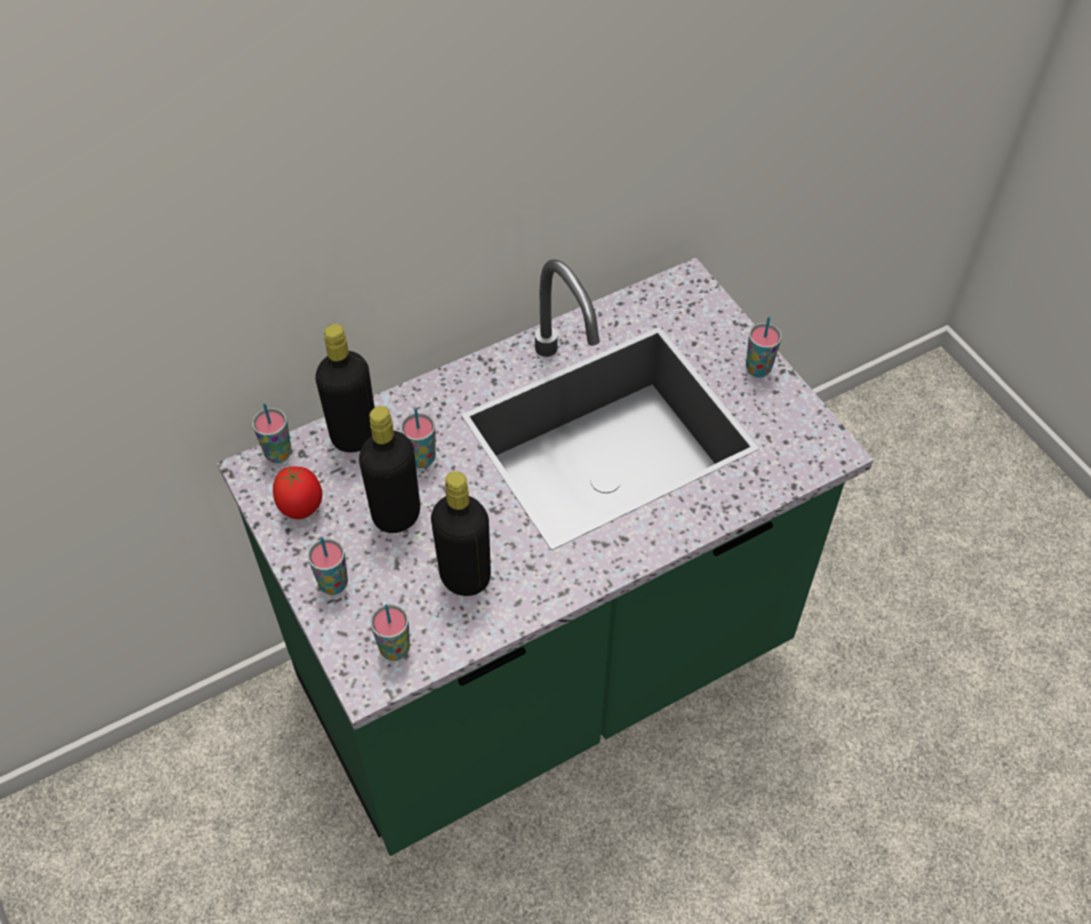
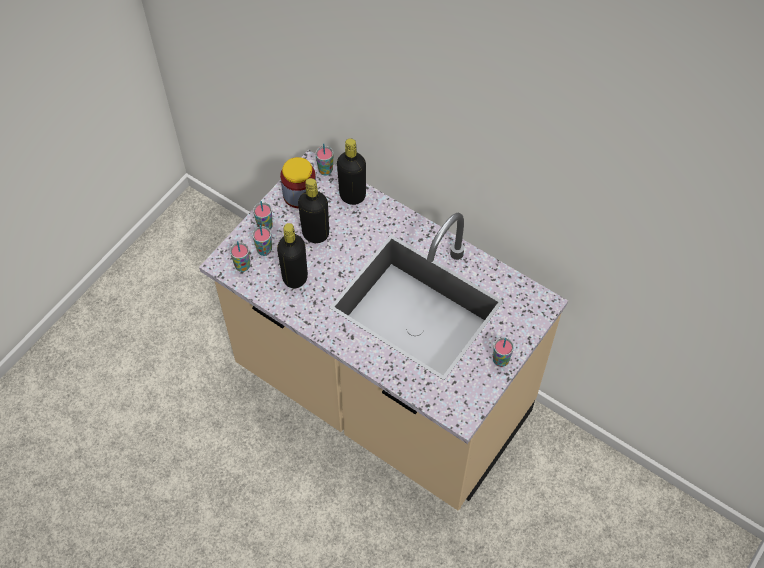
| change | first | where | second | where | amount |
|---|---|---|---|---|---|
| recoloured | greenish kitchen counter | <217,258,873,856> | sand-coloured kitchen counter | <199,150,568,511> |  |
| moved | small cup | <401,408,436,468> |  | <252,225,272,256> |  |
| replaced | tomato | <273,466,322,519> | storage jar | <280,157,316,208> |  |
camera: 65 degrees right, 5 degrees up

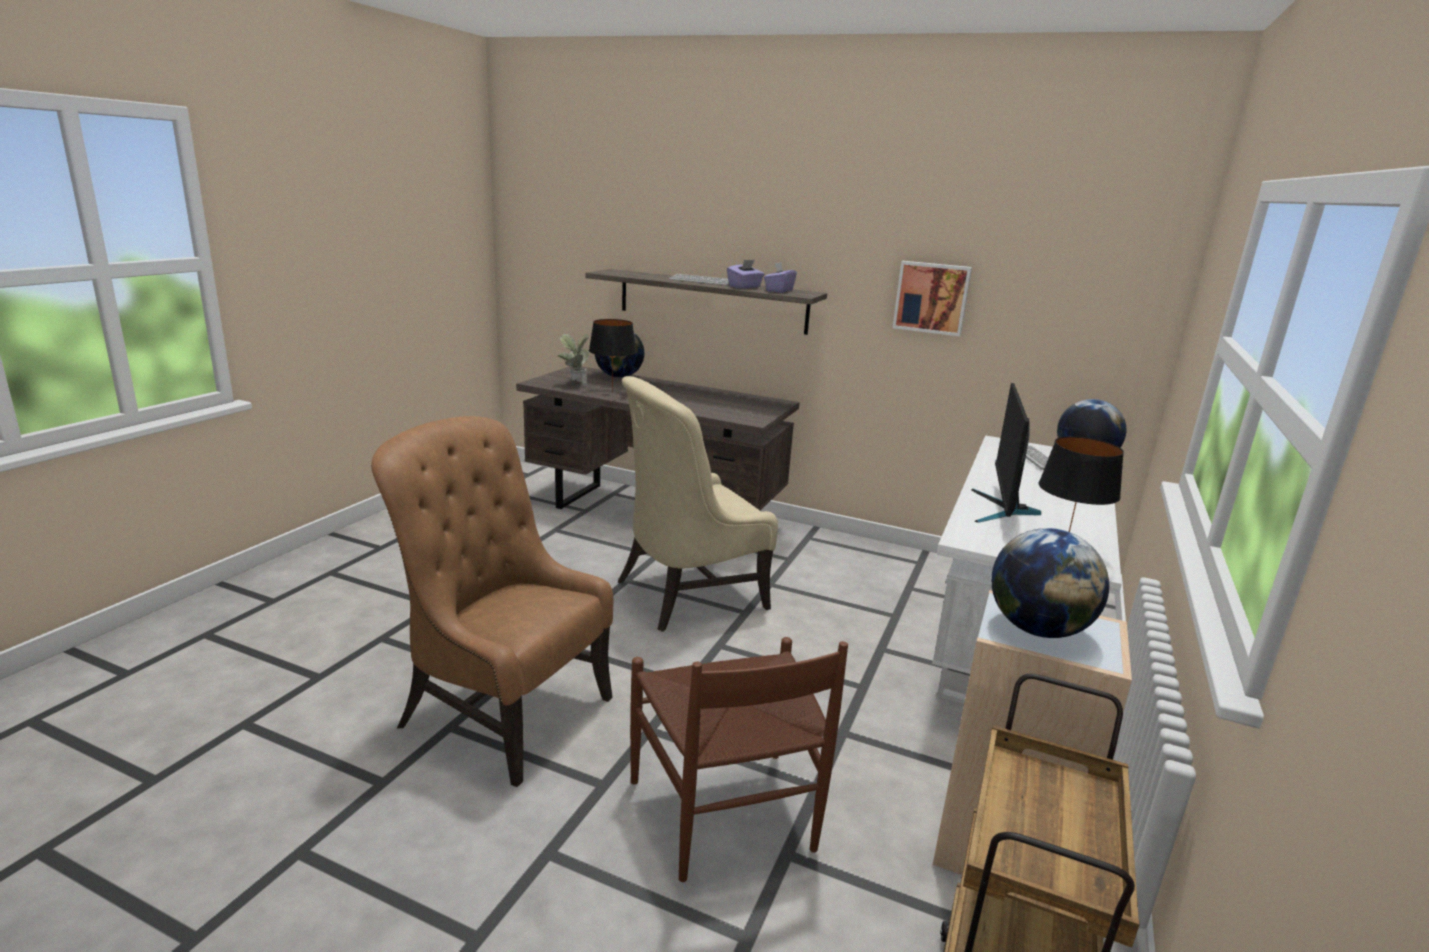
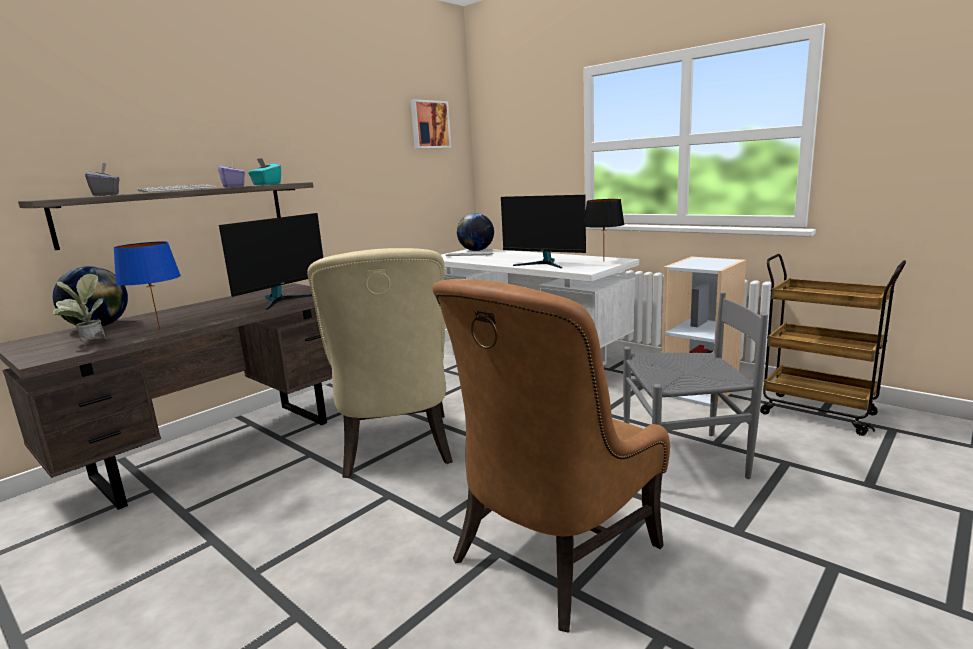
| change | first | where | second | where | amount |
|---|---|---|---|---|---|
| moved | wall art | <893,261,972,336> |  | <410,99,451,149> |  |
| recoloured | purple-coloured box of tissues | <764,262,797,293> | turquoise box of tissues | <248,158,281,185> |  |
| recoloured | black-coloured lamp for a table | <589,319,636,393> | blue lamp for a table | <113,241,181,330> |  |
| removed | globe | <991,528,1109,638> |  |  |  |
| recoloured | brown chair | <630,637,848,882> | gray chair | <623,292,768,479> |  |
| added |  |  | gray box of tissues | <85,163,119,196> |  |
| added |  |  | computer display | <219,213,323,310> |  |
camera: 70 degrees left, 5 degrees down

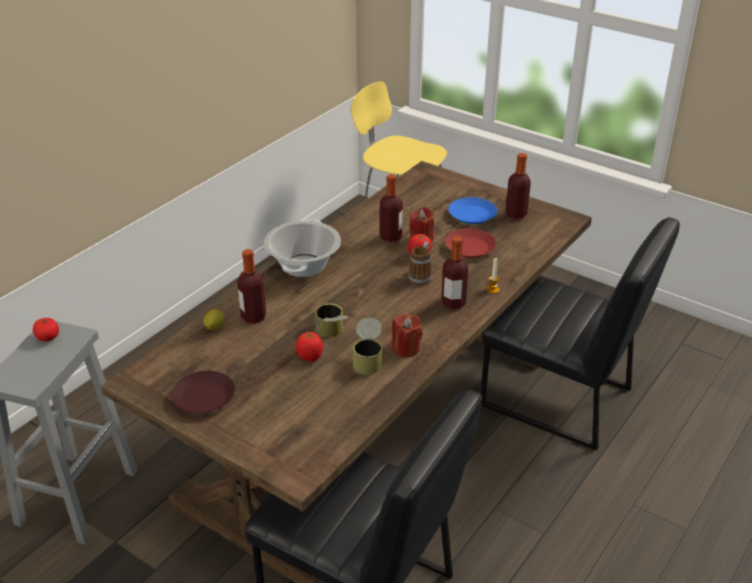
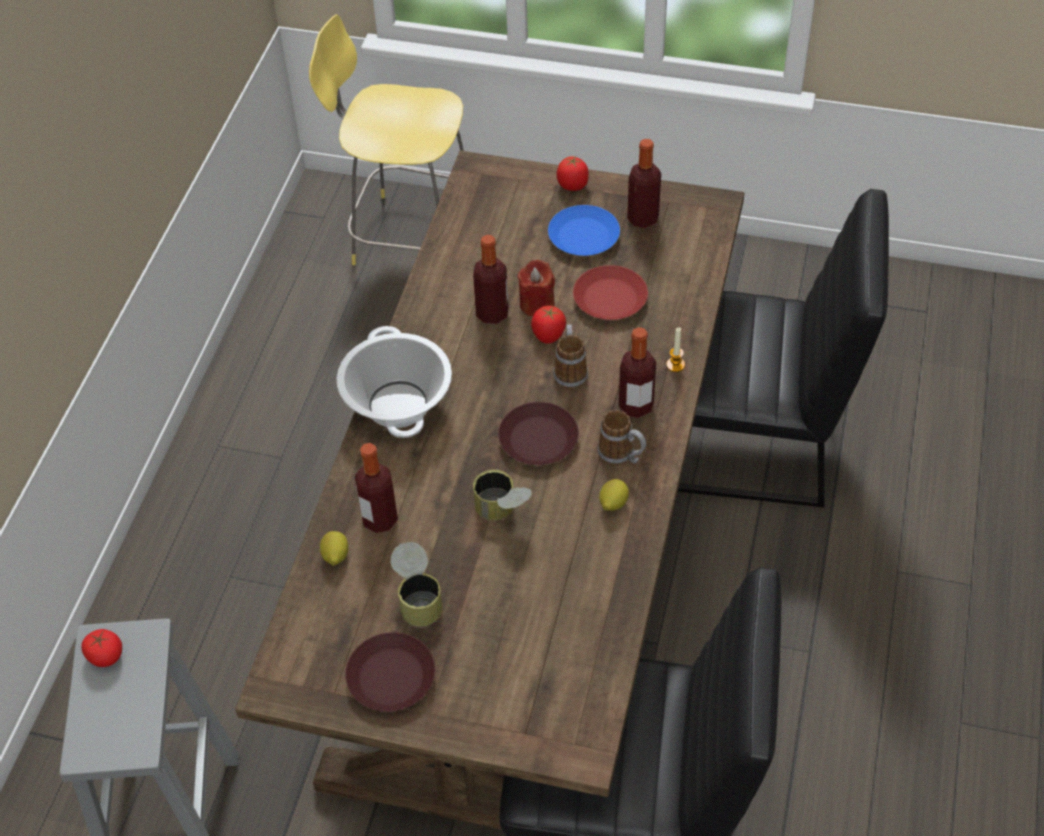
| change | first | where | second | where | amount |
|---|---|---|---|---|---|
| replaced | red-coloured candle | <392,314,423,357> | lemon | <599,479,629,511> |  |
| moved | metal can | <353,317,382,375> |  | <390,542,443,627> |  |
| moved | tomato | <296,332,323,361> |  | <557,156,589,191> |  |
| added |  |  | brown flat dish | <498,402,579,465> |  |
| added |  |  | coffee mug | <597,410,646,465> |  |
camera: 20 degrees left, 15 degrees up

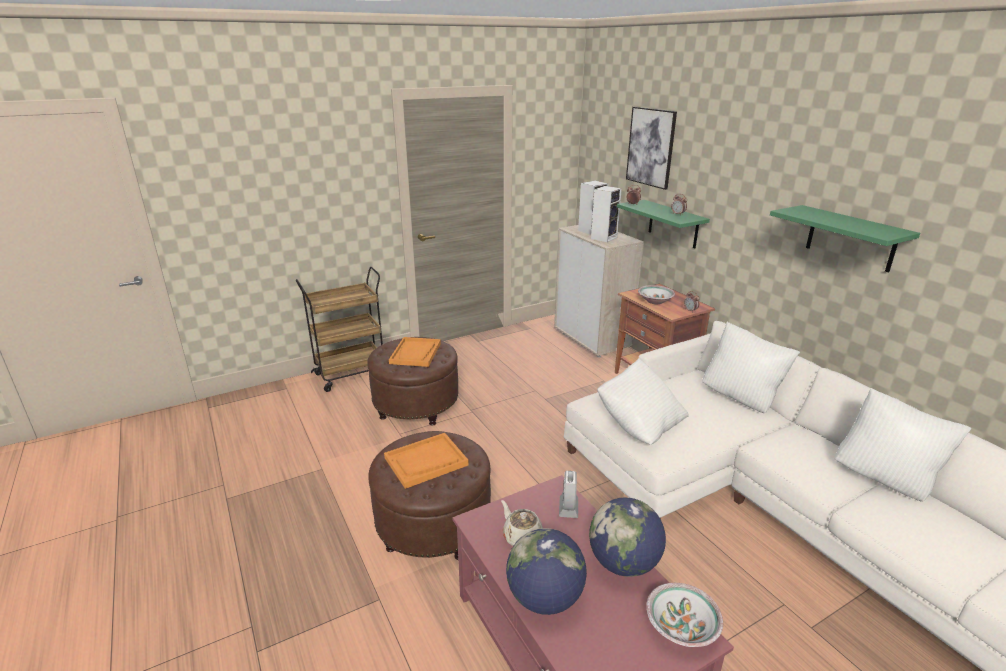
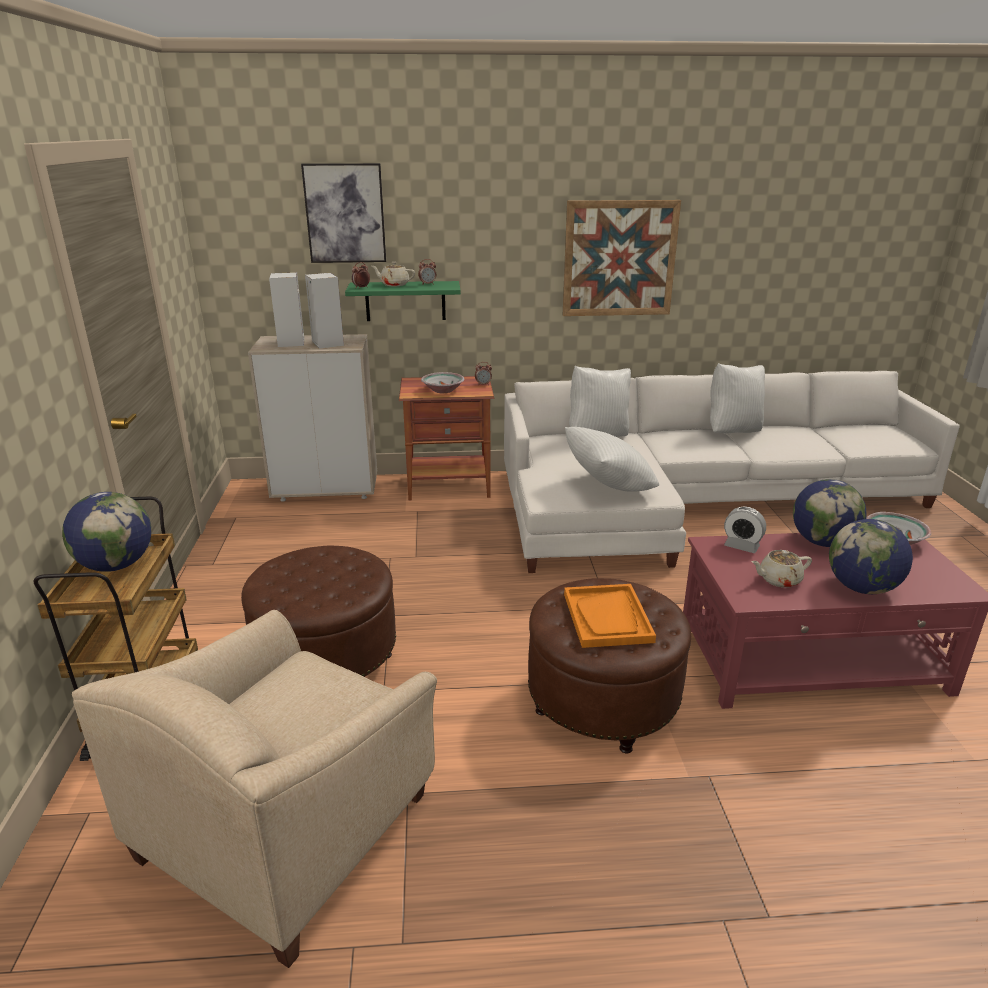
| change | first | where | second | where | amount |
|---|---|---|---|---|---|
| replaced | greenish wall shelf | <770,205,920,273> | wall art | <563,200,681,316> |  |
| removed | orange carrying tray | <389,337,441,367> |  |  |  |
| added |  |  | sand-coloured teapot | <372,262,415,286> |  |
| added |  |  | globe | <62,492,151,572> |  |
| added |  |  | sand-coloured lounge chair | <72,610,437,968> |  |
camera: 65 degrees left, 0 degrees up

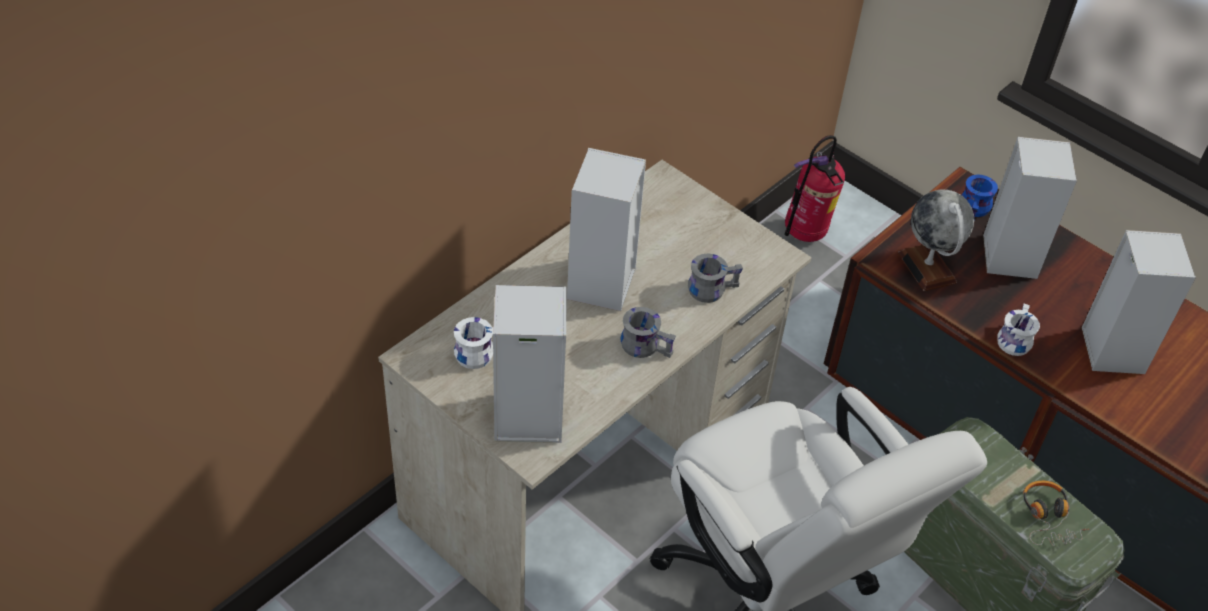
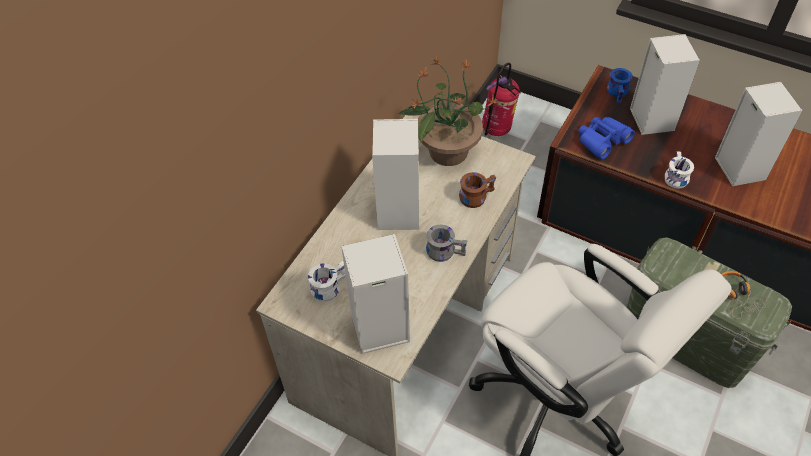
| change | first | where | second | where | amount |
|---|---|---|---|---|---|
| replaced | globe | <898,189,974,291> | blue pair of binoculars | <578,117,635,159> |  |
| recoloured | gray coffee mug | <688,253,743,303> | brown coffee mug | <459,172,496,208> |  |
| added |  |  | plant in a pot | <398,56,498,166> |  |
camera: 10 degrees left, 5 degrees up

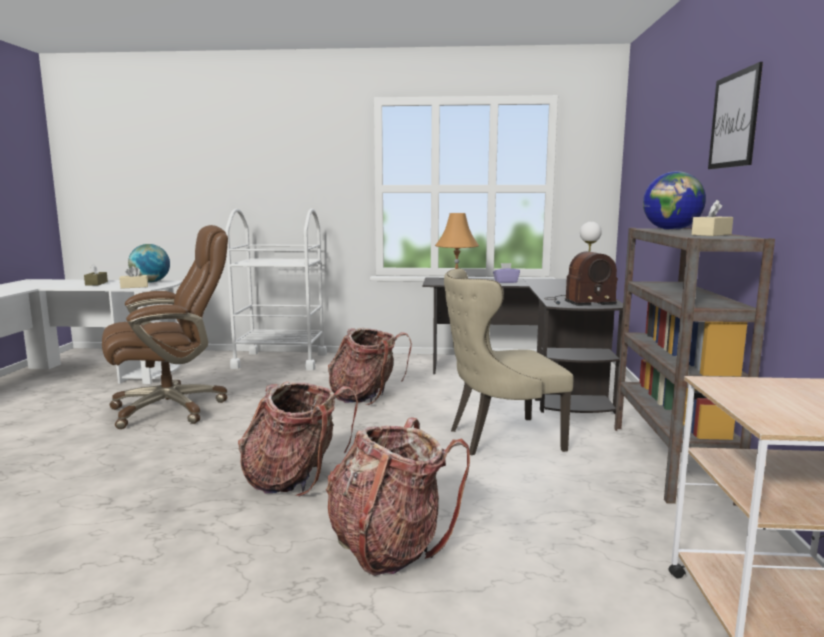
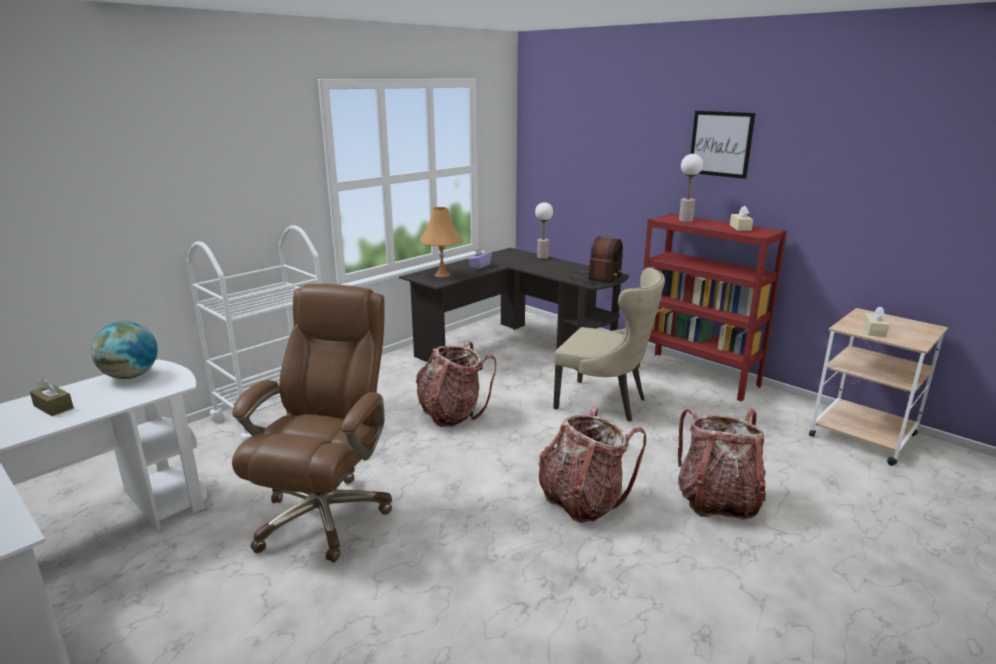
| change | first | where | second | where | amount |
|---|---|---|---|---|---|
| replaced | globe | <643,171,706,230> | lamp for a table | <679,154,703,222> |  |
| recoloured | gray bookshelf | <614,228,775,506> | red-coloured bookshelf | <638,213,787,402> |  |
| moved | sand-coloured box of tissues | <120,266,148,289> |  | <862,307,889,337> |  |
| turned | sand-coloured chair | <444,268,573,456> |  | <553,267,665,421> | 90 degrees counterclockwise |
camera: 50 degrees left, 10 degrees up

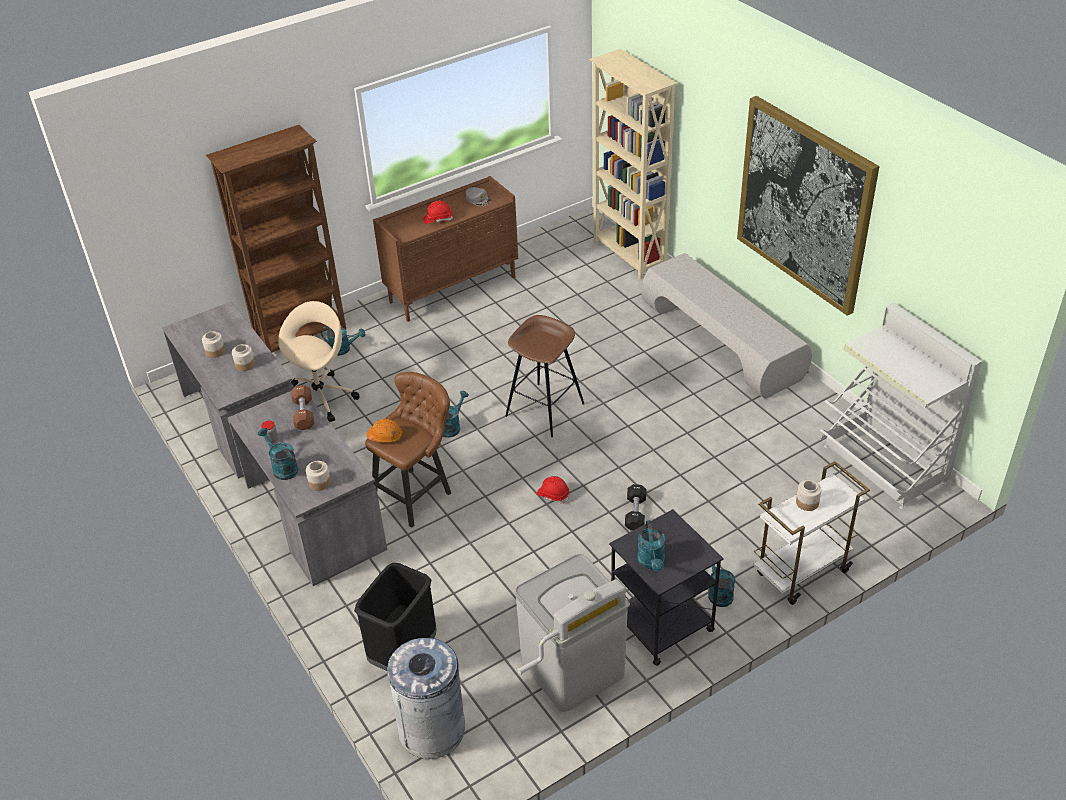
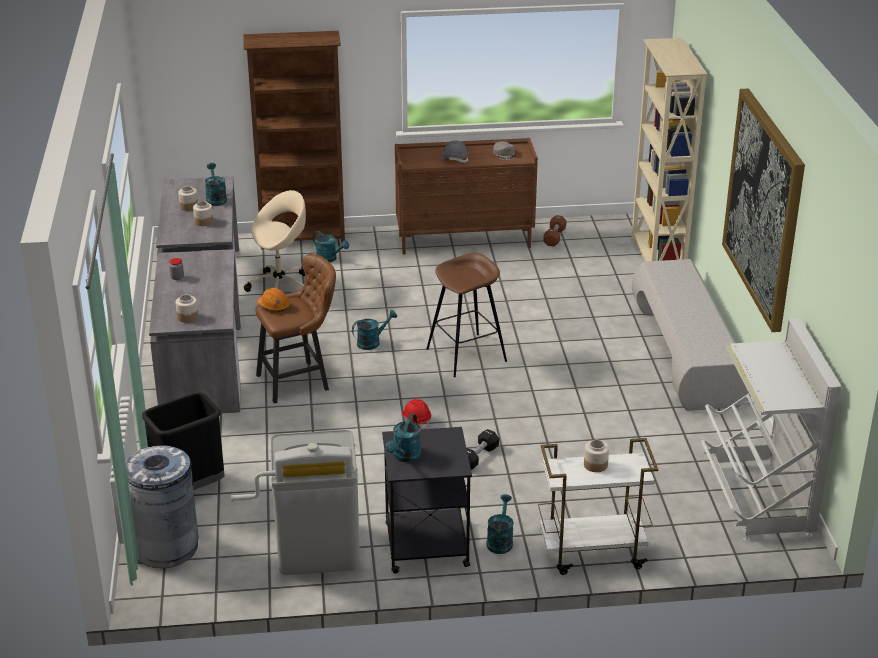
| change | first | where | second | where | amount |
|---|---|---|---|---|---|
| recoloured | red-coloured safety helmet | <423,201,453,224> | gray safety helmet | <439,140,469,163> |  |
| moved | brown dumbbell | <291,385,314,430> |  | <543,215,567,246> |  |
| moved | turquoise sprinkling can | <258,428,299,480> |  | <205,163,227,206> |  |
camera: 25 degrees right, 10 degrees down

